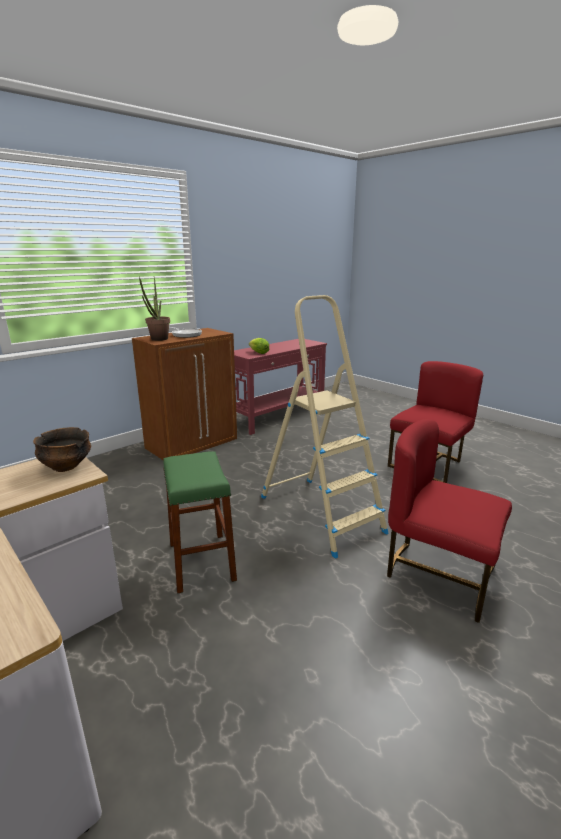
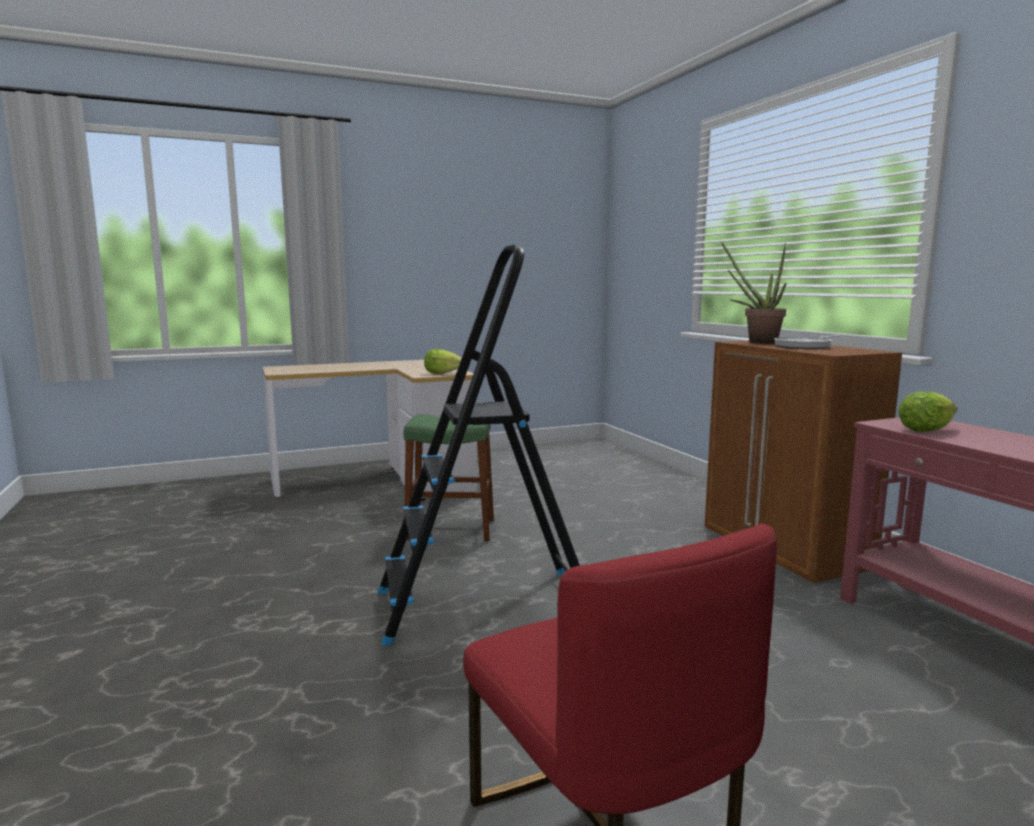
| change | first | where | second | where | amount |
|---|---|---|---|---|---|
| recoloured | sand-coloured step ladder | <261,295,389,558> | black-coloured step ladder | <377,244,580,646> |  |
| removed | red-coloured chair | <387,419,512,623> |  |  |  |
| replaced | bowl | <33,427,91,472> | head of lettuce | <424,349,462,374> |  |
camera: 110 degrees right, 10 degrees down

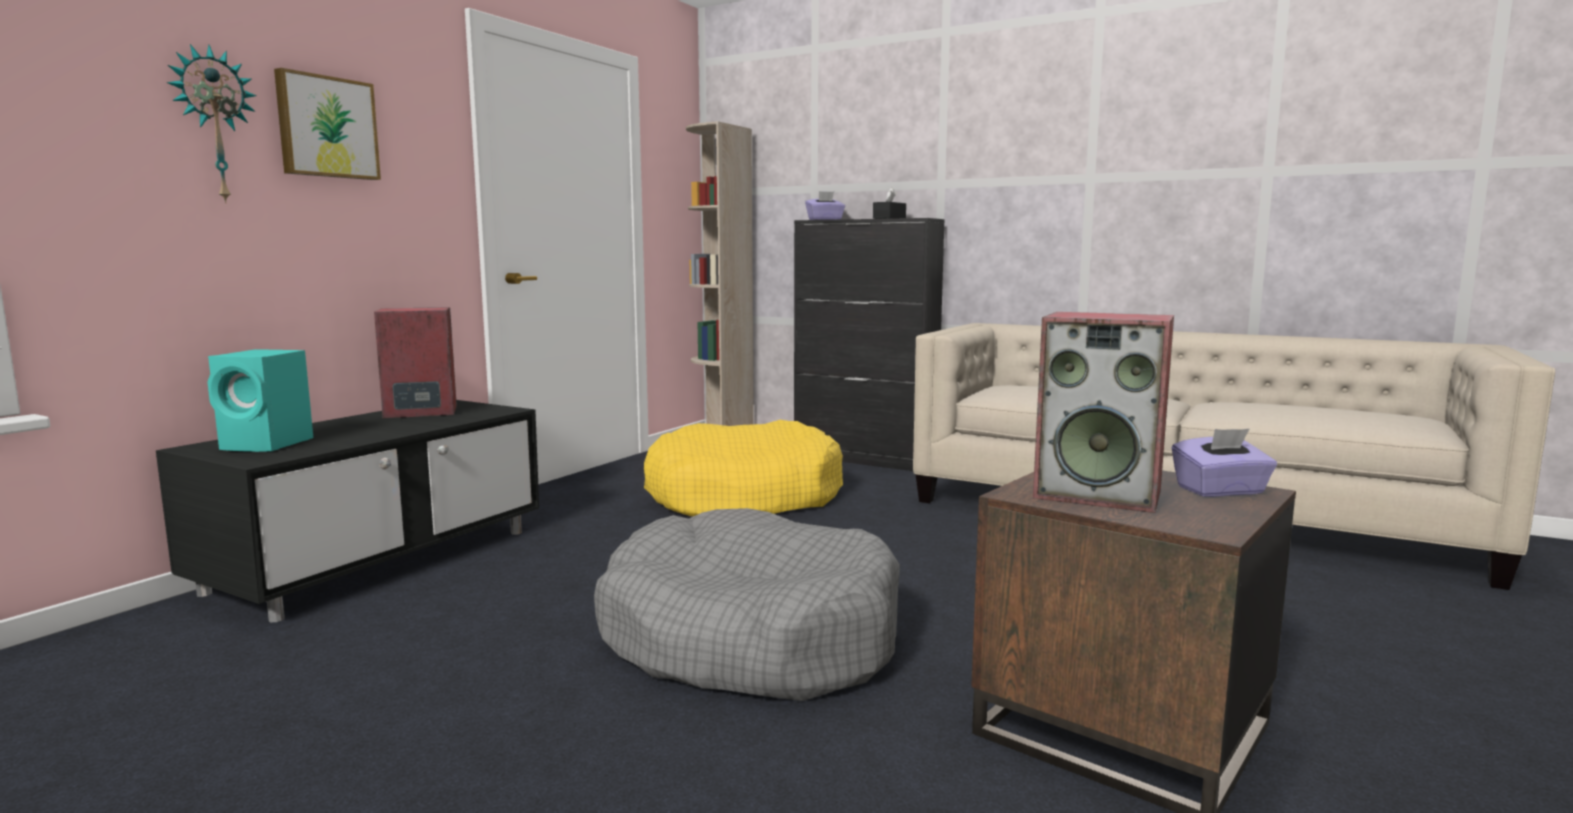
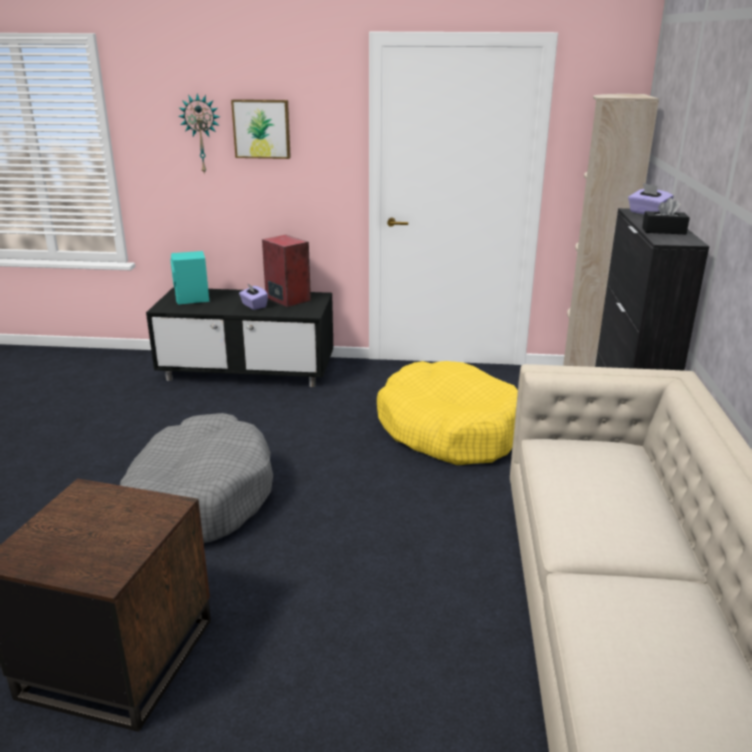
| change | first | where | second | where | amount |
|---|---|---|---|---|---|
| removed | audio speaker | <1033,312,1174,513> |  |  |  |
| moved | purple-coloured box of tissues | <1172,429,1277,497> |  | <239,283,268,310> |  |
camera: 65 degrees right, 15 degrees up

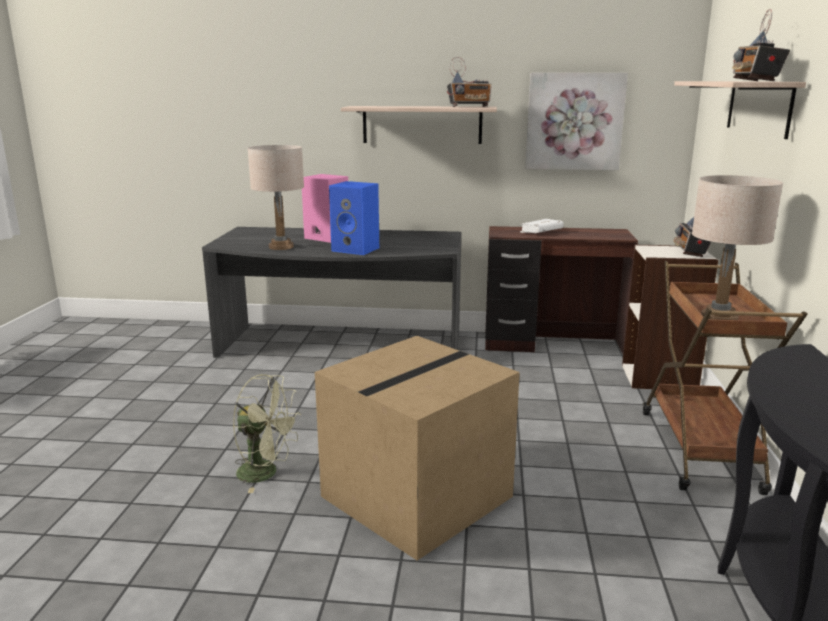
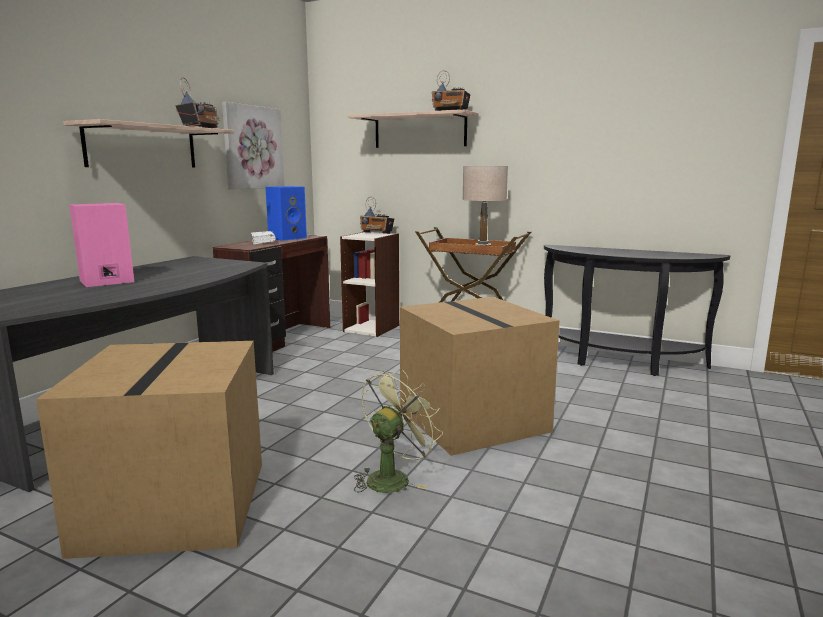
| change | first | where | second | where | amount |
|---|---|---|---|---|---|
| removed | sand-coloured lamp for a table | <248,145,304,250> |  |  |  |
| moved | blue audio speaker | <329,181,379,255> |  | <265,186,307,241> |  |
| added |  |  | packing box | <36,341,262,559> |  |
camera: 70 degrees left, 5 degrees down

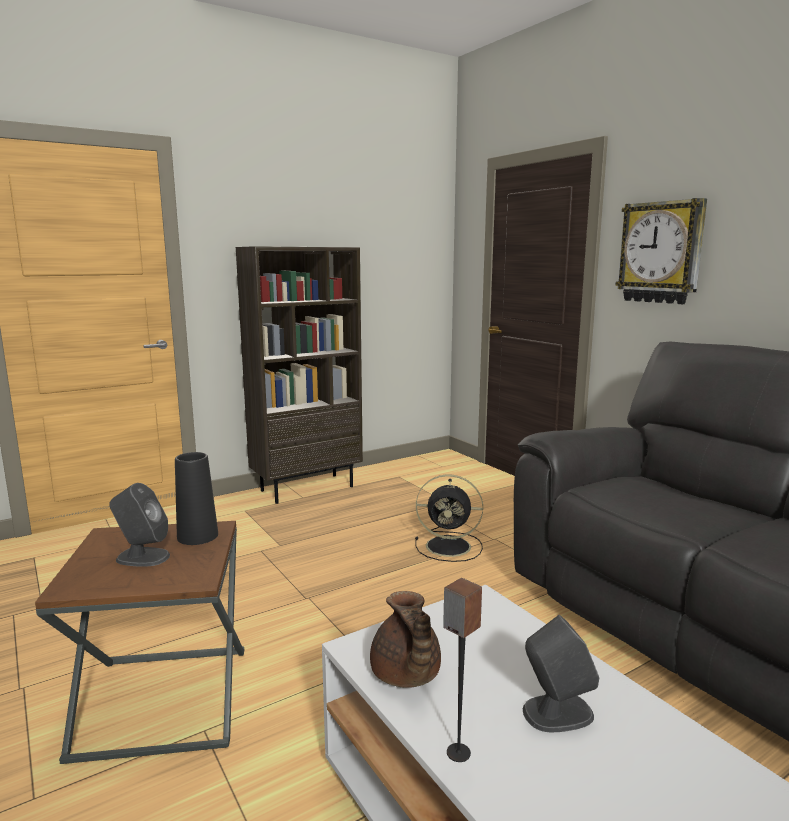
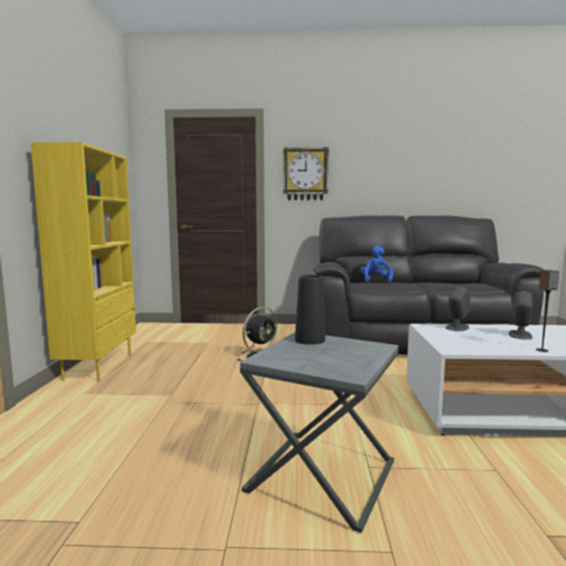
| change | first | where | second | where | amount |
|---|---|---|---|---|---|
| recoloured | brown bookshelf | <236,246,363,504> | yellow bookshelf | <31,142,136,381> |  |
| moved | gray audio speaker | <109,483,170,567> |  | <445,287,471,331> |  |
| recoloured | brown accent table | <35,521,244,764> | gray accent table | <240,332,398,533> |  |
| removed | brown teapot | <370,591,441,688> |  |  |  |
| added |  |  | blue plush toy | <360,246,393,284> |  |
camera: 55 degrees left, 5 degrees down

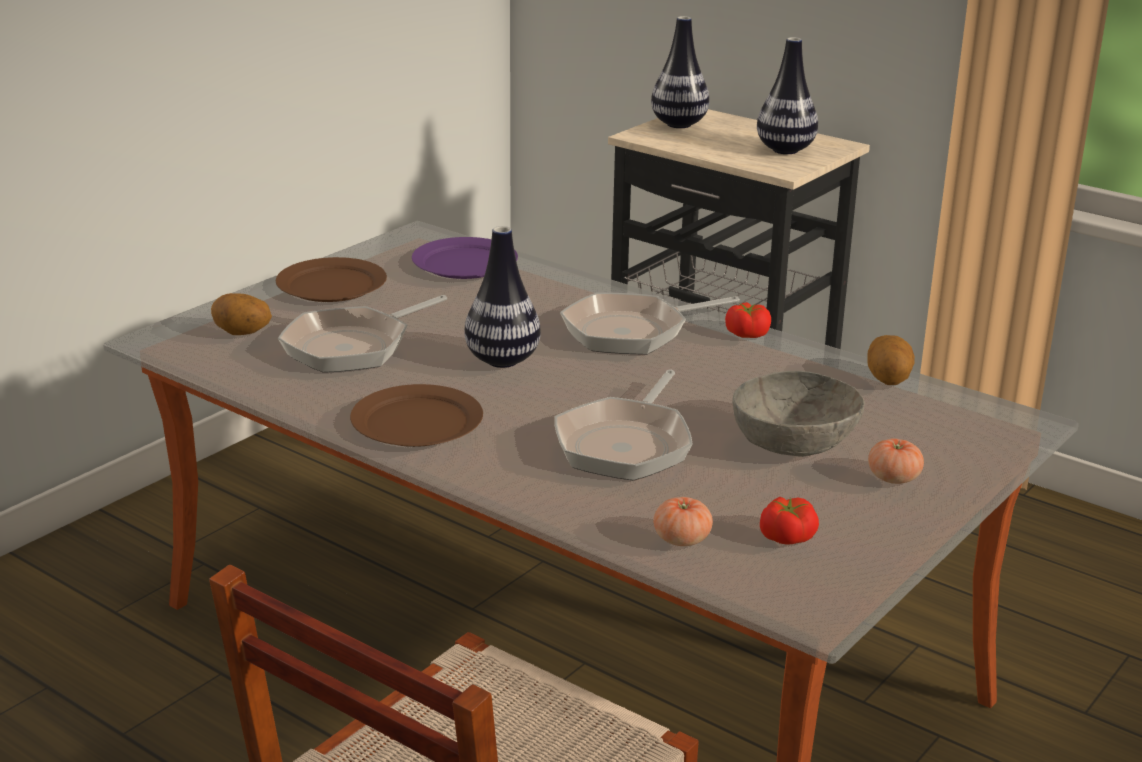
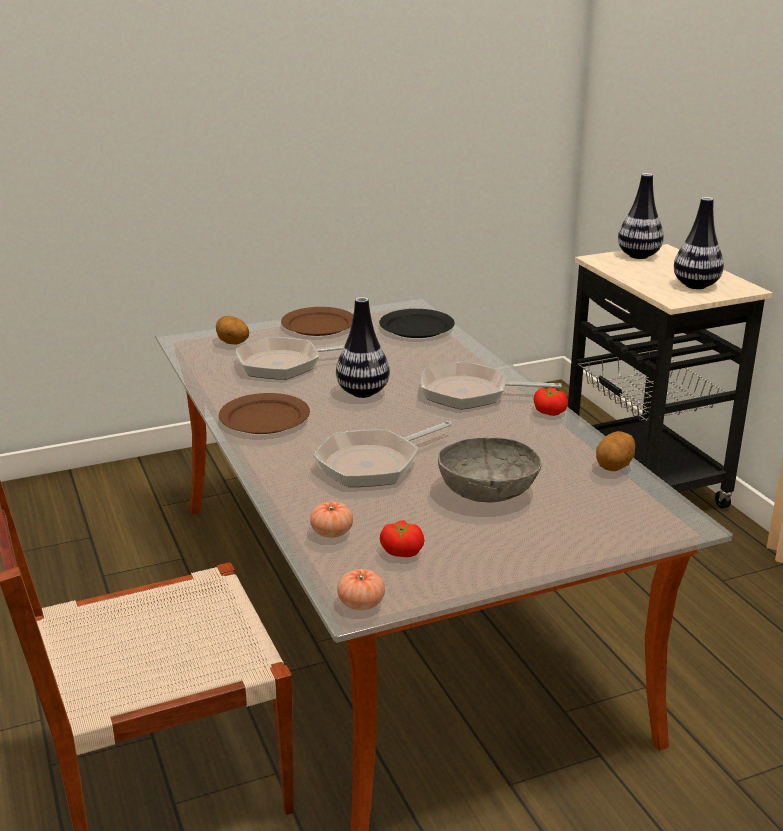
| change | first | where | second | where | amount |
|---|---|---|---|---|---|
| recoloured | purple-coloured flat dish | <412,237,518,279> | black-coloured flat dish | <379,309,455,338> |  |
| moved | tomato | <868,439,924,484> |  | <337,569,385,610> |  |
camera: 30 degrees right, 0 degrees up

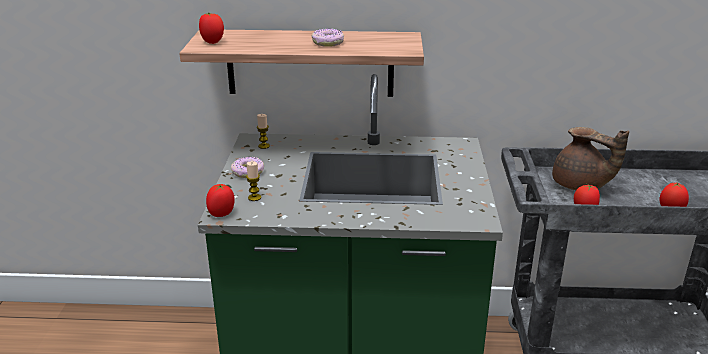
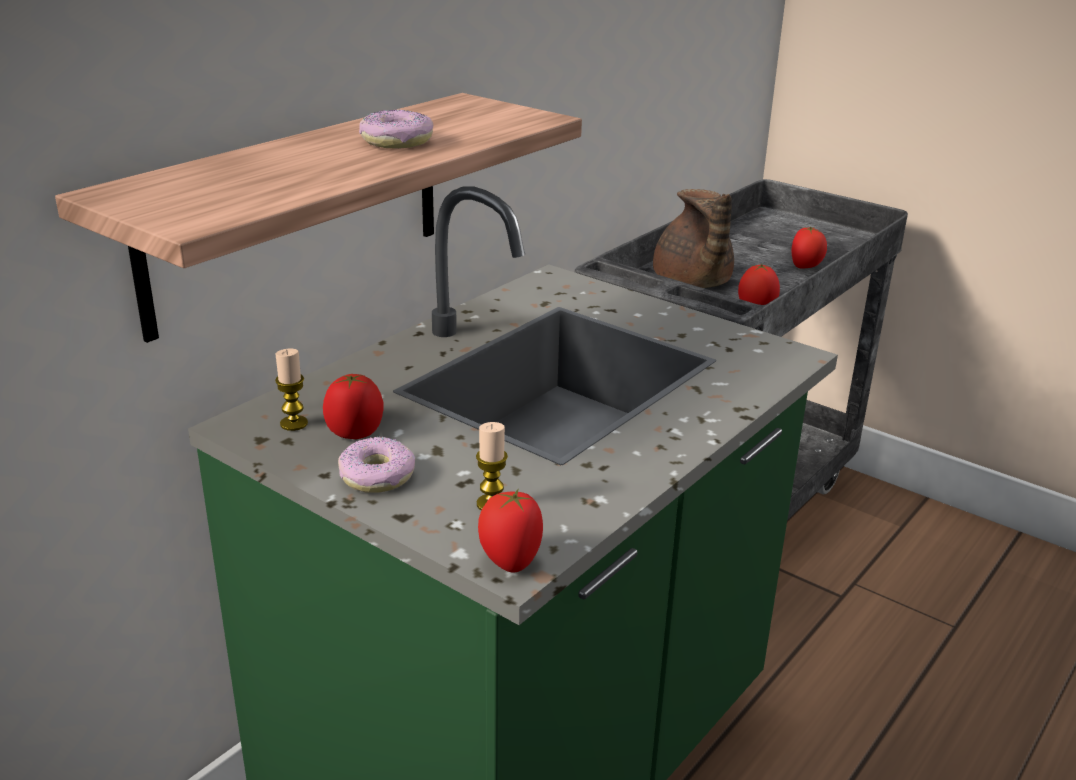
| change | first | where | second | where | amount |
|---|---|---|---|---|---|
| moved | tomato | <199,12,224,44> |  | <323,374,384,439> |  |
| turned | brown teapot | <552,127,629,190> |  | <653,189,734,288> | 90 degrees clockwise |
camera: 55 degrees left, 0 degrees up

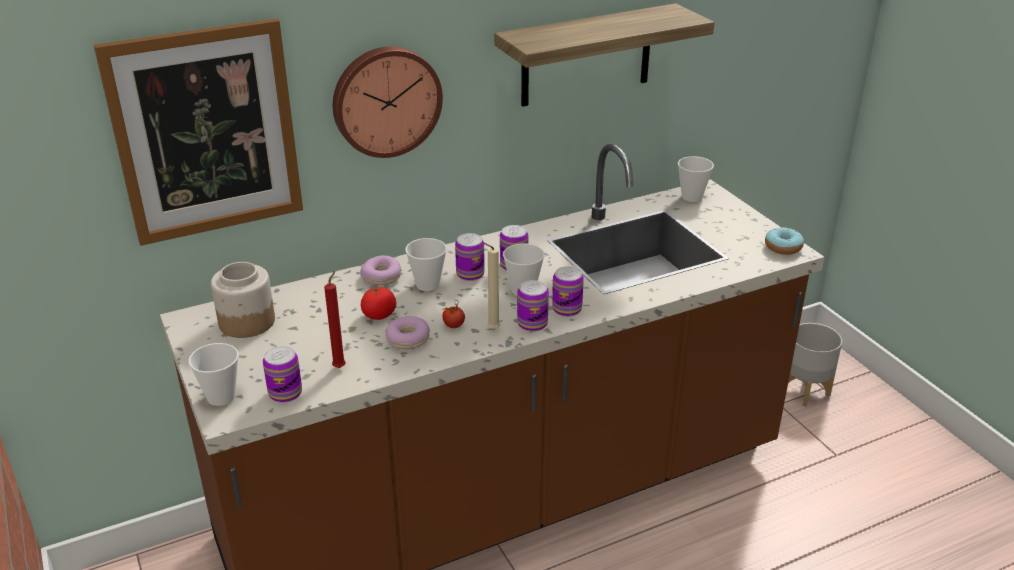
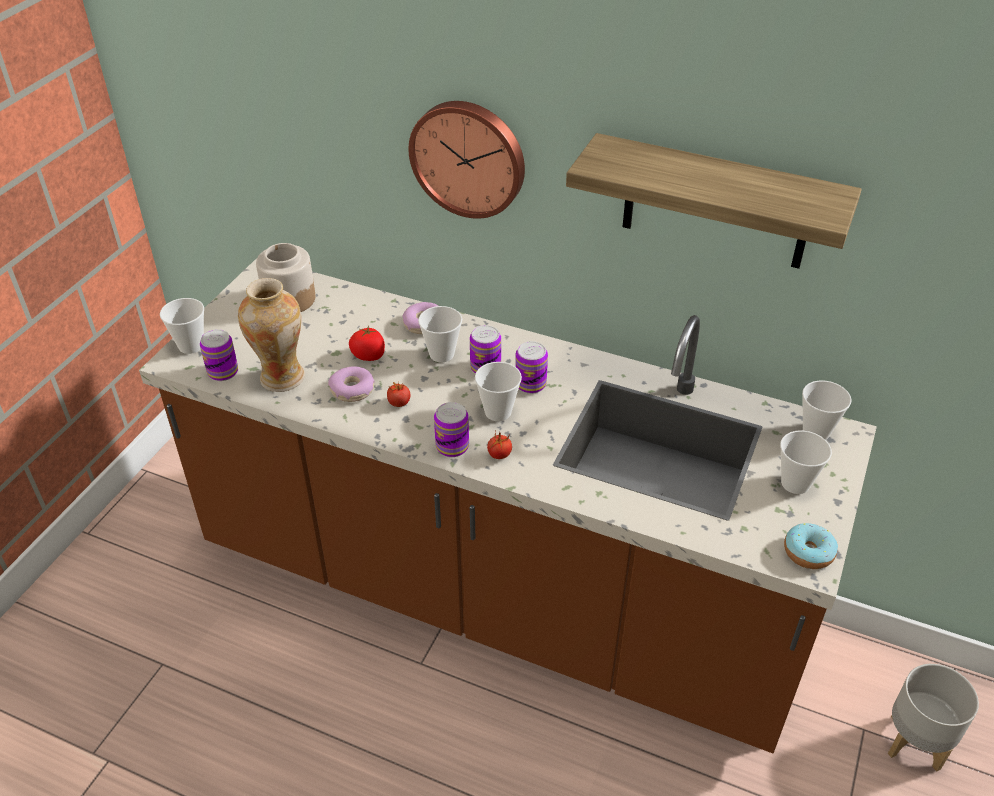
| change | first | where | second | where | amount |
|---|---|---|---|---|---|
| removed | wall art | <94,18,303,246> |  |  |  |
| removed | sand-coloured candle | <482,242,500,329> |  |  |  |
| replaced | metal can | <552,266,584,317> | tomato | <487,430,512,459> |  |
| replaced | red-coloured candle | <324,271,346,368> | decorative vase | <238,278,305,392> |  |
| added |  |  | small cup | <780,430,832,494> |  |
camera: 50 degrees right, 10 degrees up

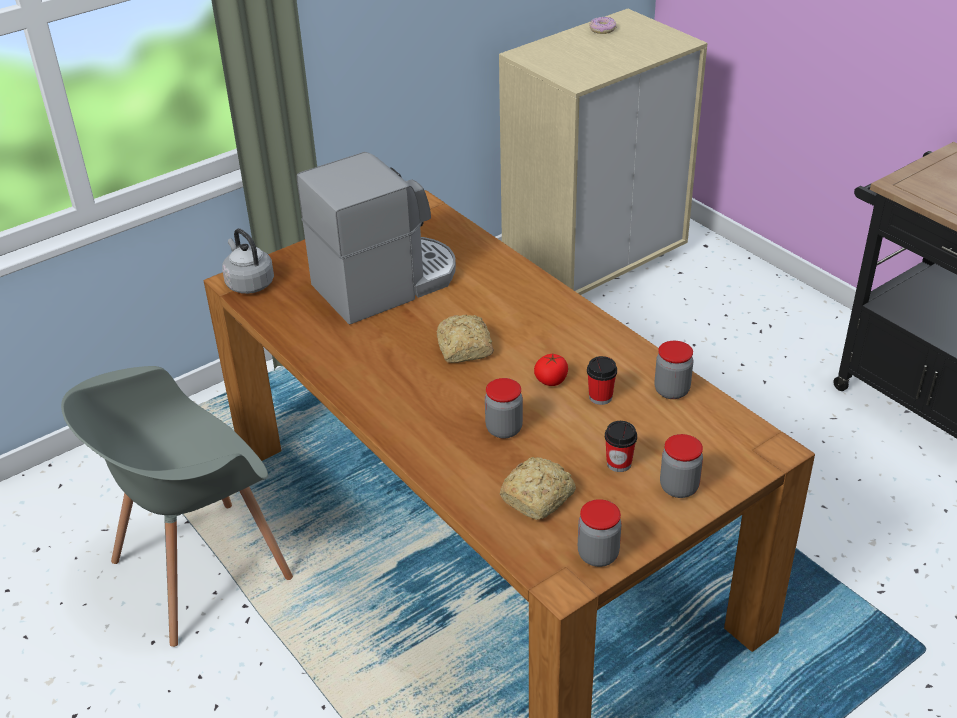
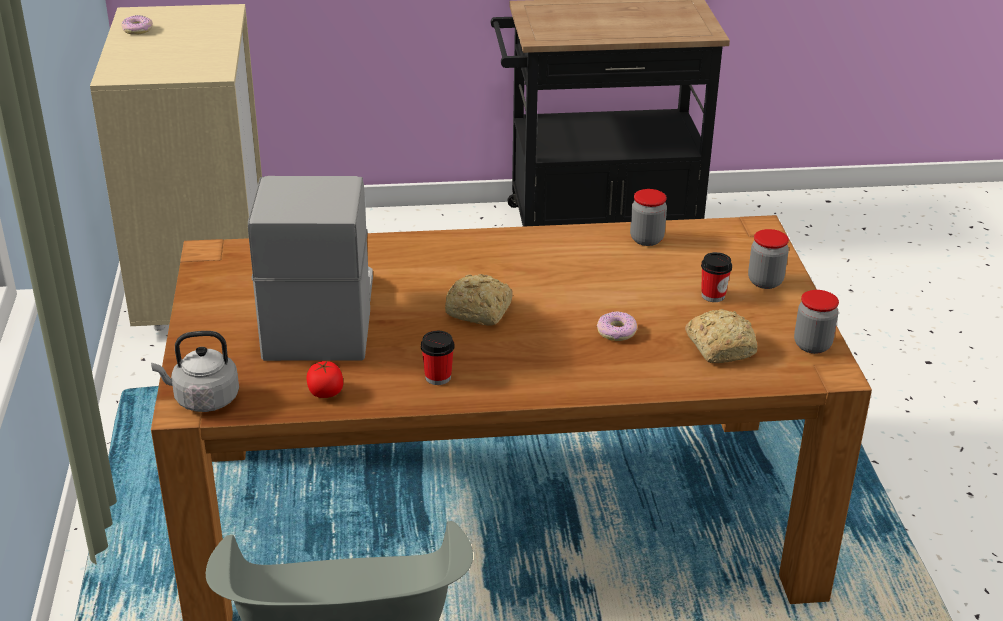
| change | first | where | second | where | amount |
|---|---|---|---|---|---|
| moved | tomato | <534,354,568,386> |  | <306,361,343,398> |  |
| moved | small cup | <587,356,617,405> |  | <421,331,455,385> |  |
| replaced | storage jar | <485,378,523,439> | donut | <597,312,638,341> |  |
camera: 60 degrees left, 5 degrees down

